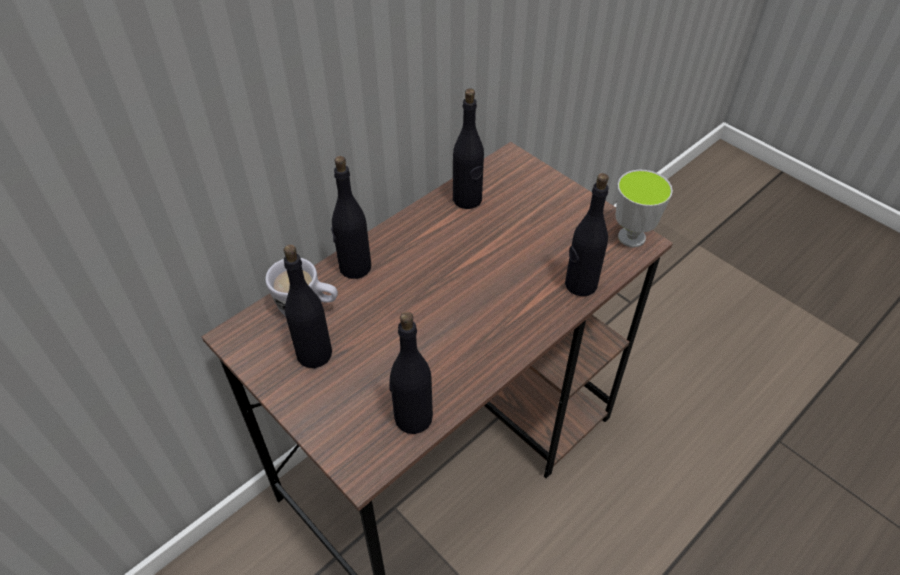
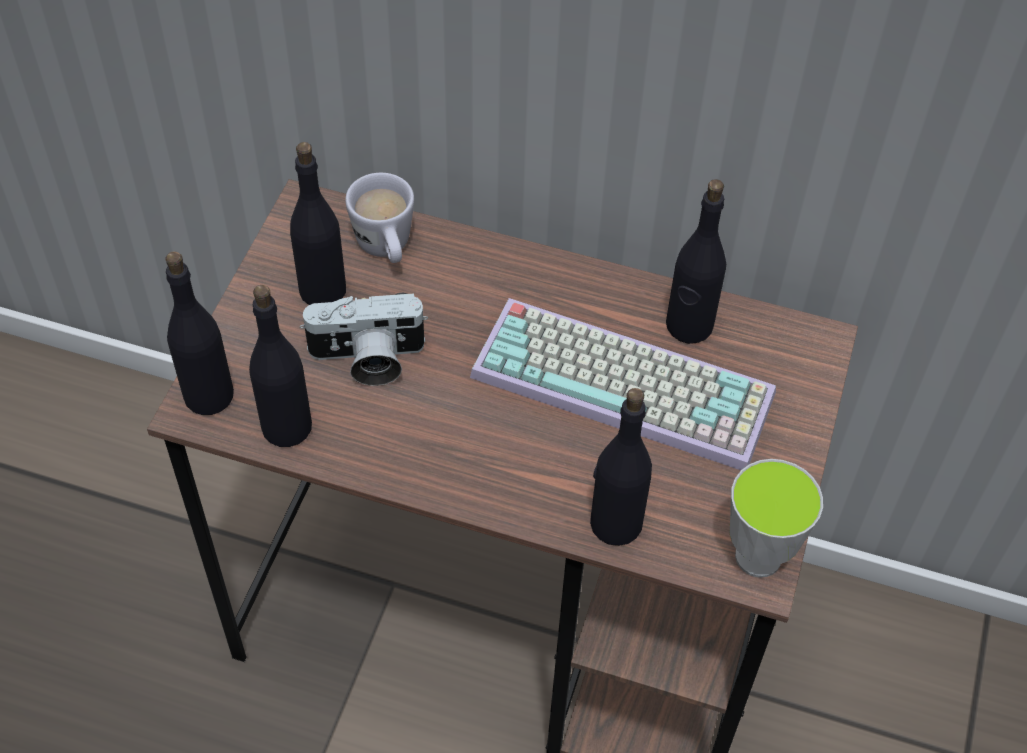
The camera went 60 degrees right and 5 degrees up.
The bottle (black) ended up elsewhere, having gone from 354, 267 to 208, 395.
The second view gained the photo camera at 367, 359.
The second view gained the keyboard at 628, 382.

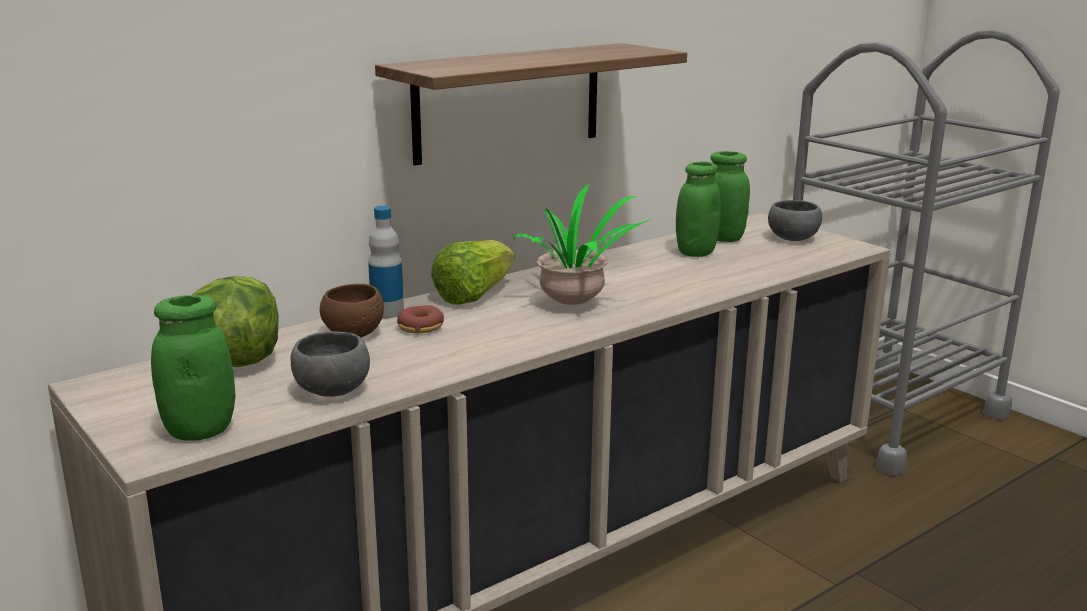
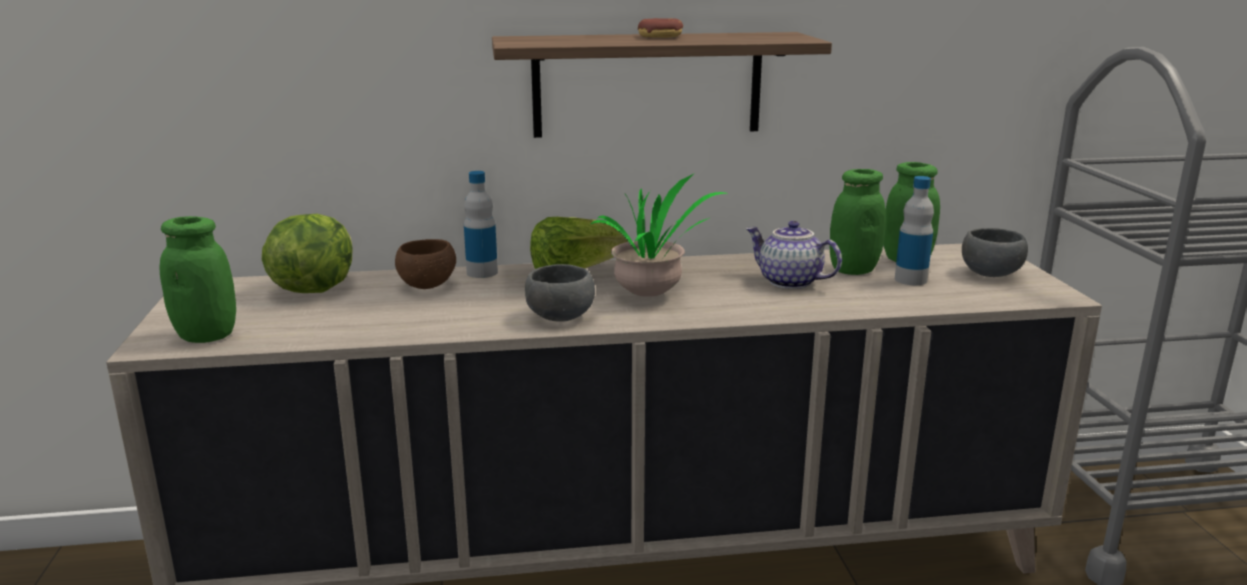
The camera went 30 degrees right and 0 degrees up.
The bowl (grey) ended up elsewhere, having gone from 330, 390 to 559, 316.
The donut ended up elsewhere, having gone from 421, 327 to 660, 36.
The second view gained the teapot at 788, 282.
The second view gained the bottle at 910, 280.

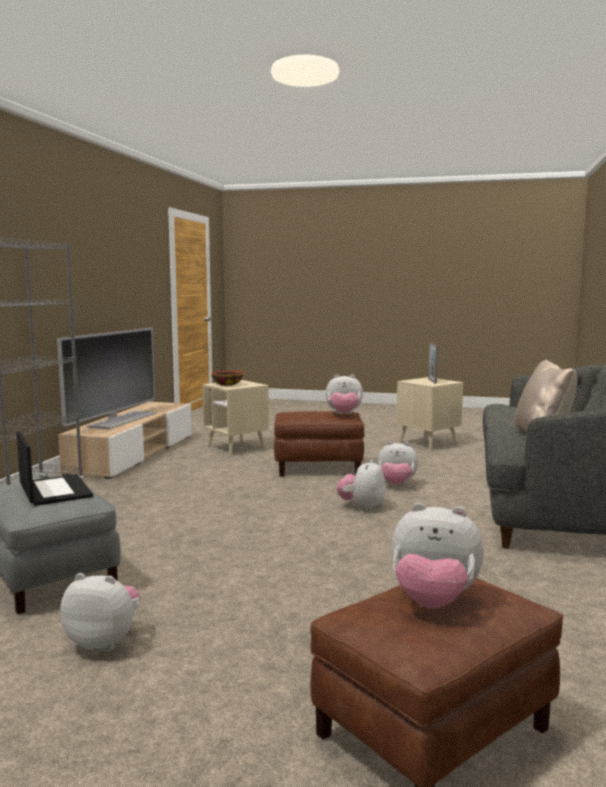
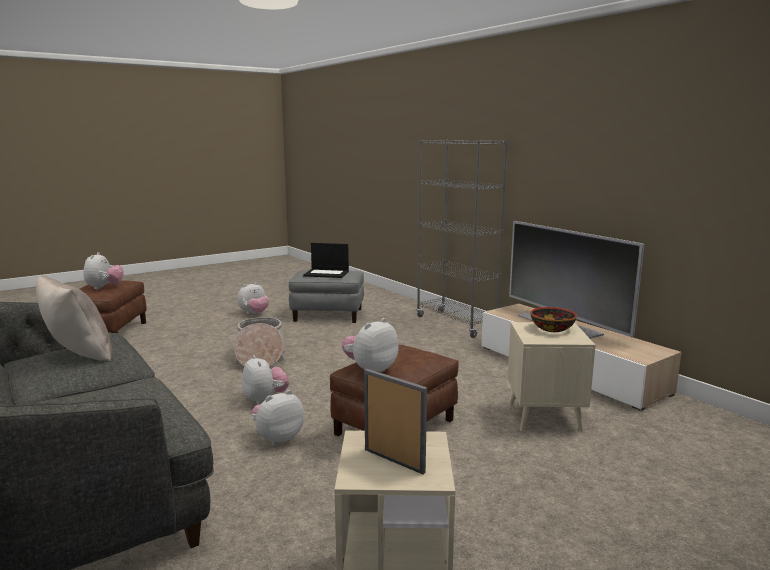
The camera went 130 degrees right and 5 degrees up.
The plush toy at 433, 602 ended up facing another way, 120 degrees clockwise from before.
The second view gained the basket at 260, 357.

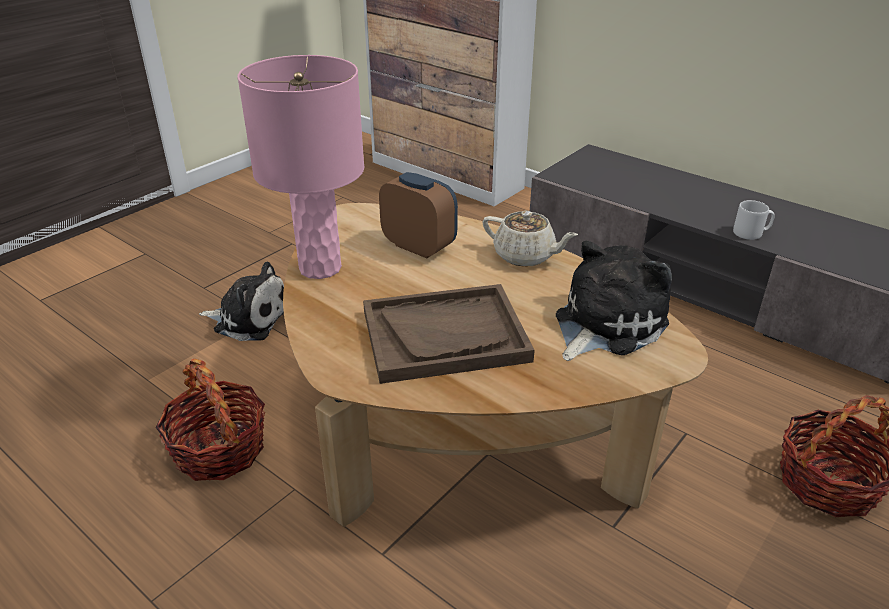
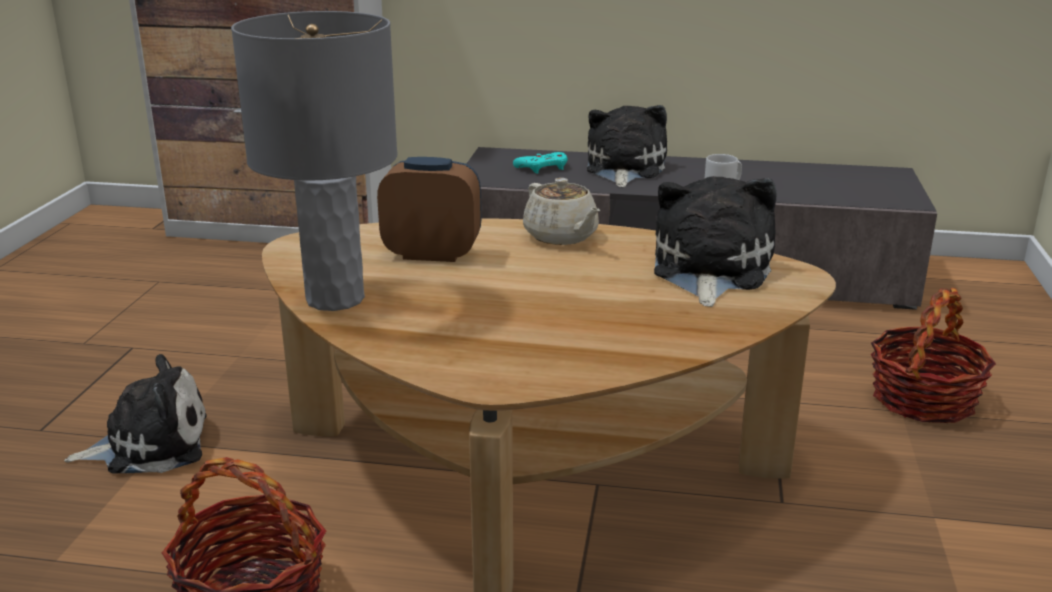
The camera went 30 degrees left and 10 degrees down.
What was the table lamp (pink) at 321, 268 turned into the table lamp (grey) at 336, 298.
The second view gained the game controller (turquoise) at 543, 167.
The teapot (beige) at 525, 256 ended up facing another way, 60 degrees clockwise from before.
The second view gained the plush toy at 623, 169.
The second view lost the tray (brown) at 445, 335.

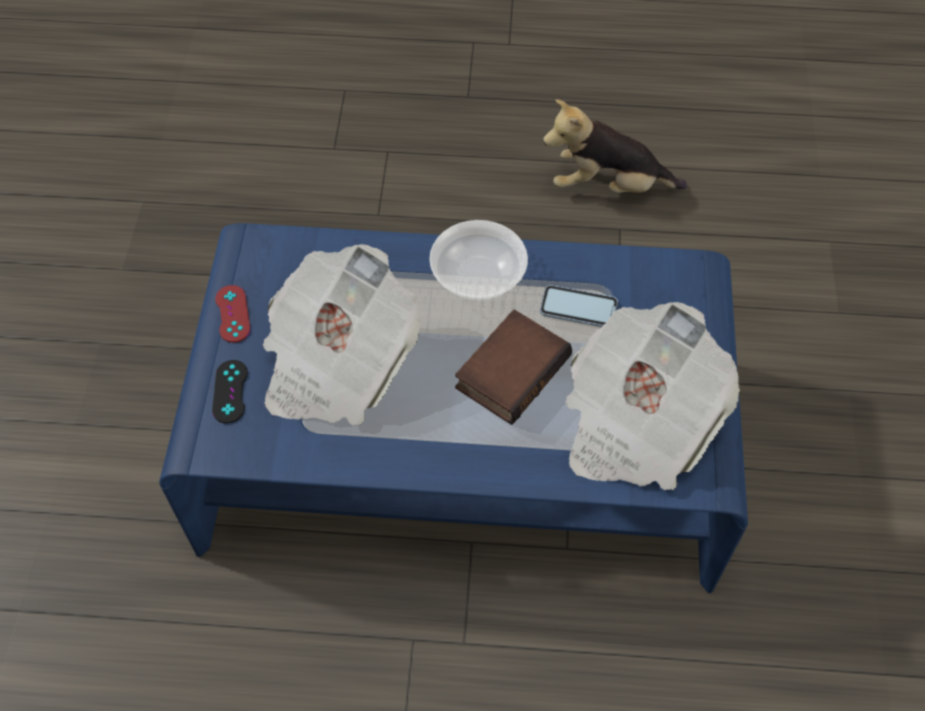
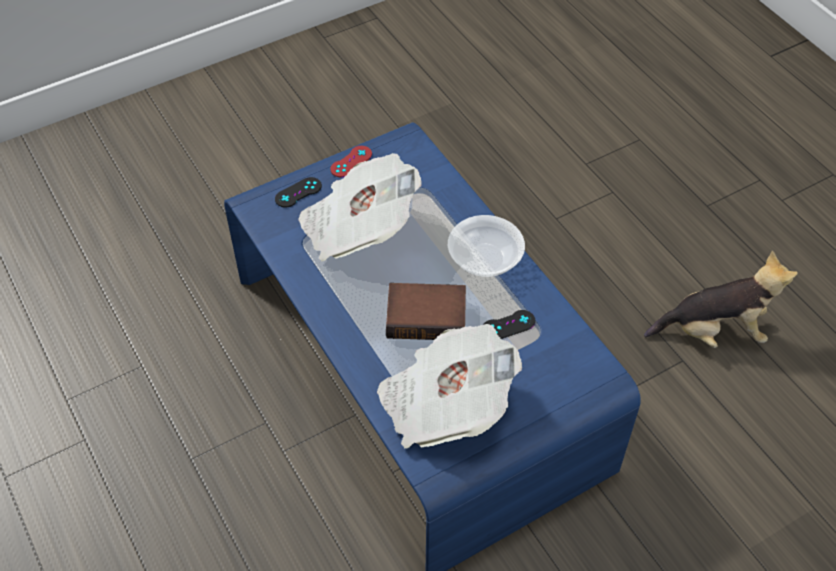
The camera went 55 degrees right and 5 degrees down.
Where the phone stood at 578, 308, the game controller (black) came to stand at 508, 325.
The plush toy at 608, 186 ended up facing another way, 120 degrees clockwise from before.

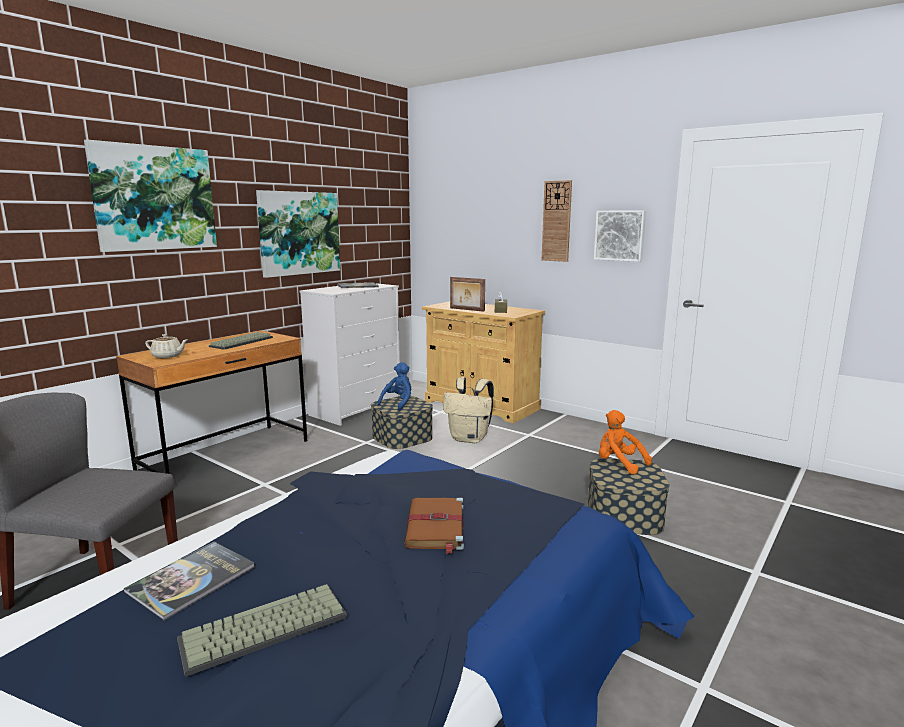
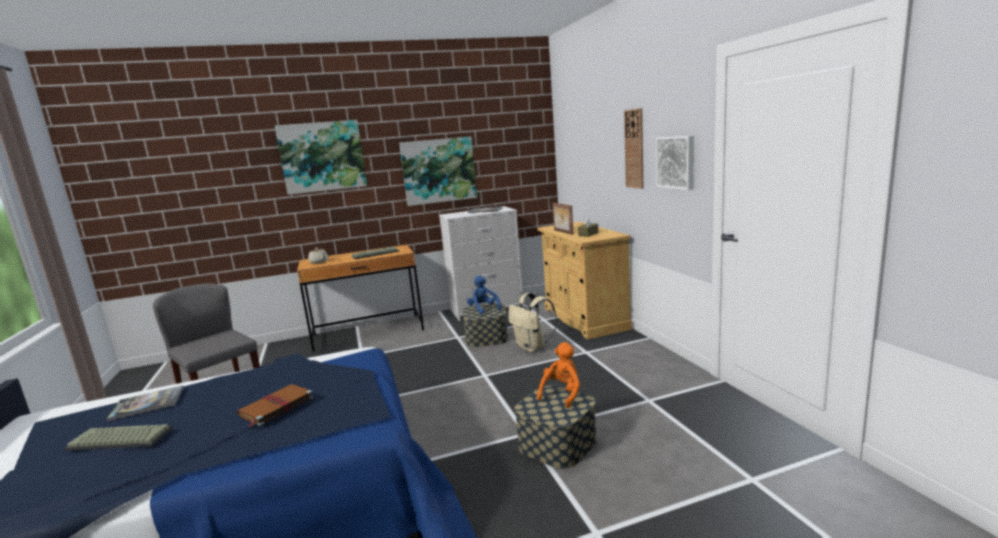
The camera went 35 degrees right and 0 degrees up.
The plush toy (blue) at 398, 403 ended up facing another way, 90 degrees counterclockwise from before.
The plush toy (orange) at 619, 464 ended up facing another way, 45 degrees clockwise from before.

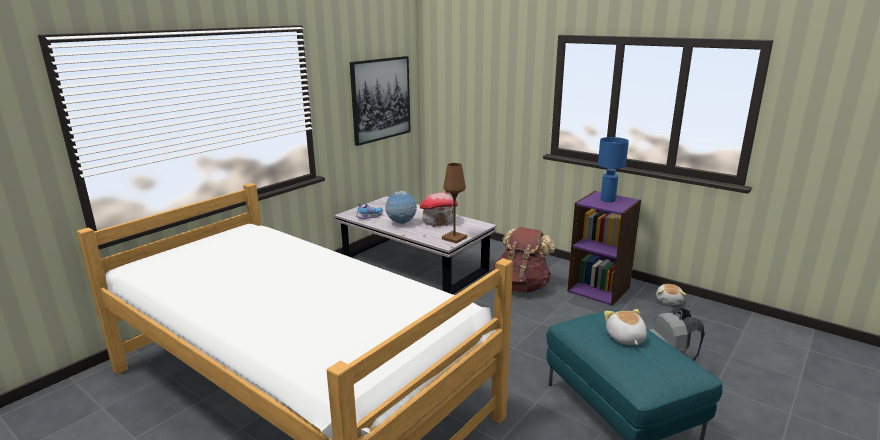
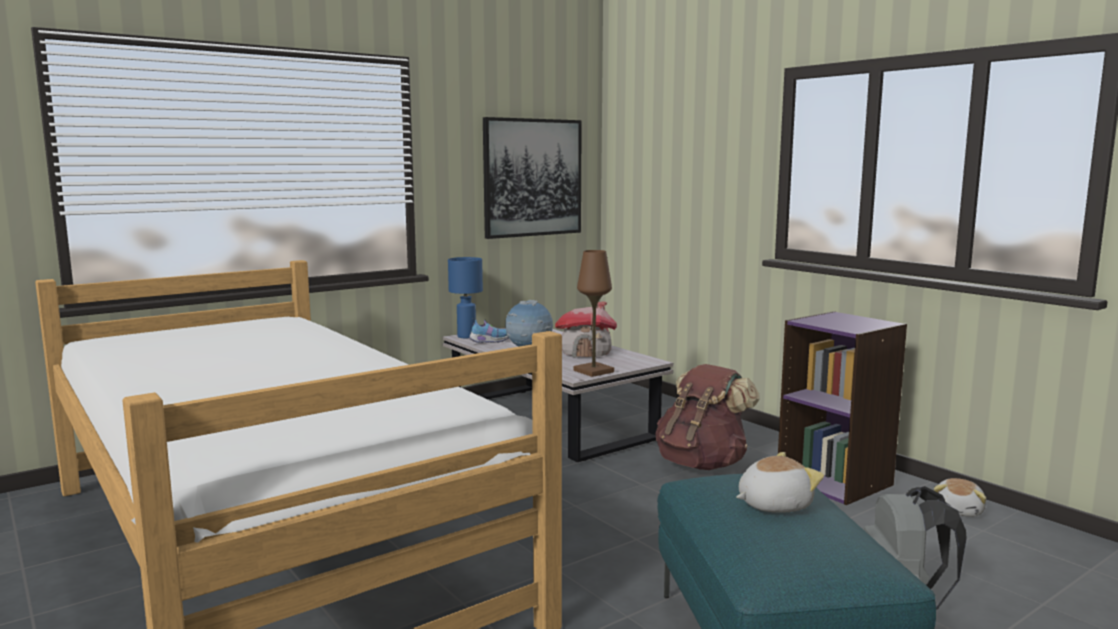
The camera went 15 degrees right and 10 degrees down.
The table lamp (blue) ended up elsewhere, having gone from 607, 200 to 466, 336.
The plush toy at 625, 338 ended up facing another way, 60 degrees clockwise from before.

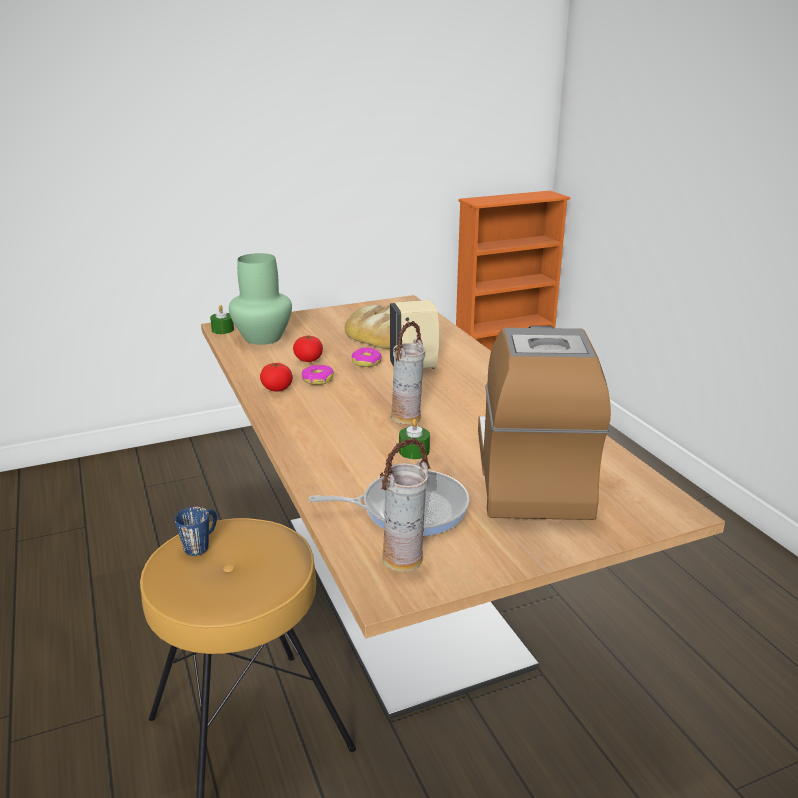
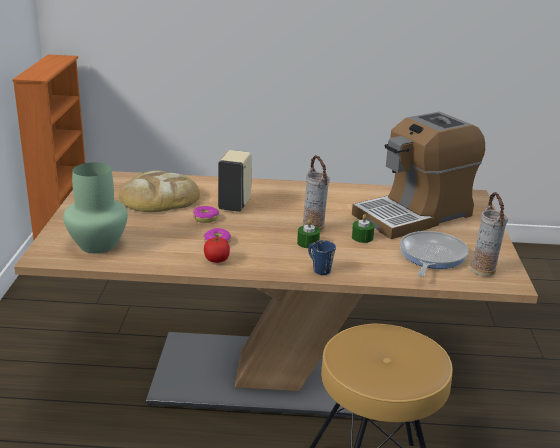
The camera went 65 degrees left and 0 degrees up.
The candle (green) ended up elsewhere, having gone from 223, 330 to 308, 243.
The mug (blue) ended up elsewhere, having gone from 201, 544 to 318, 268.
The coffee machine at 531, 474 ended up facing another way, 60 degrees counterclockwise from before.
The second view lost the tomato at 308, 359.

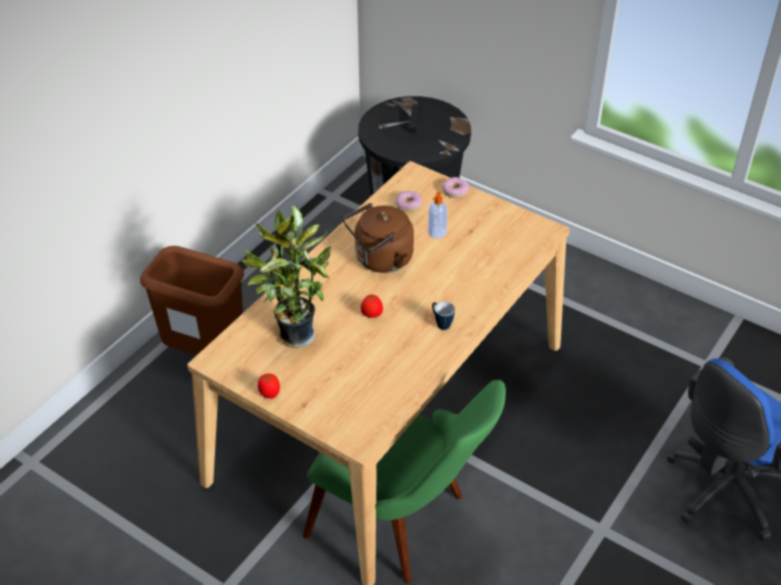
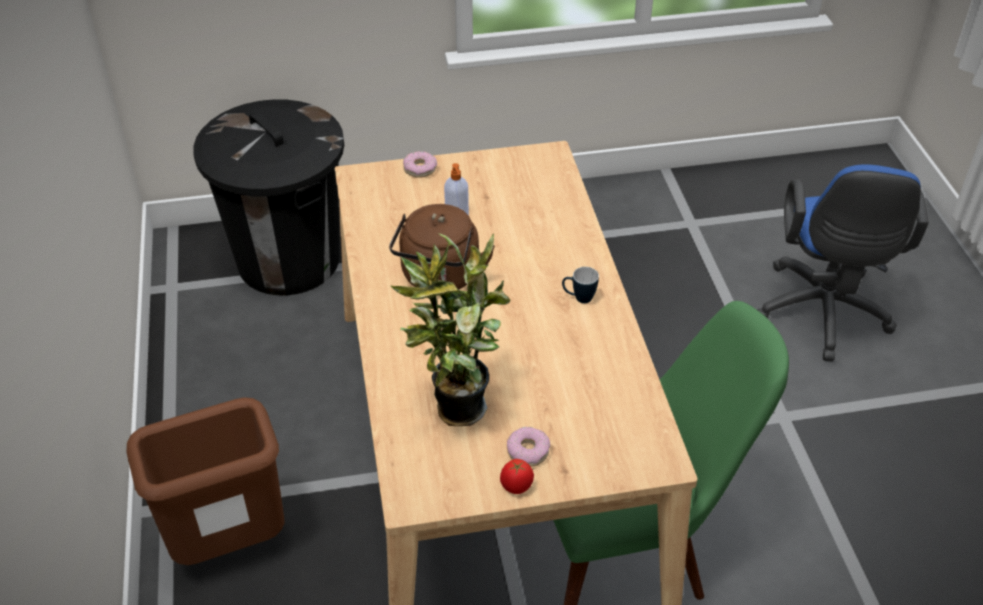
The camera went 45 degrees left and 0 degrees up.
The donut ended up elsewhere, having gone from 408, 205 to 528, 451.
The second view lost the tomato at 371, 315.

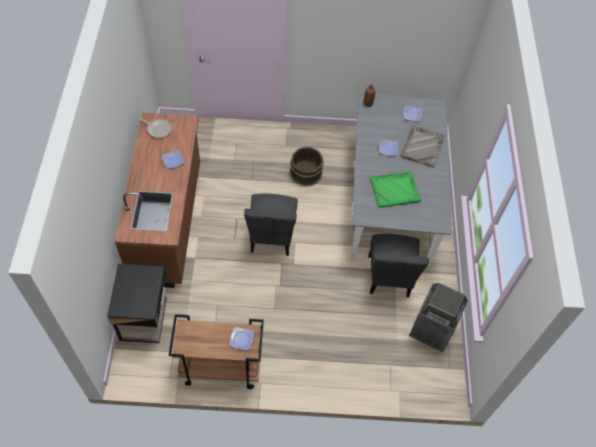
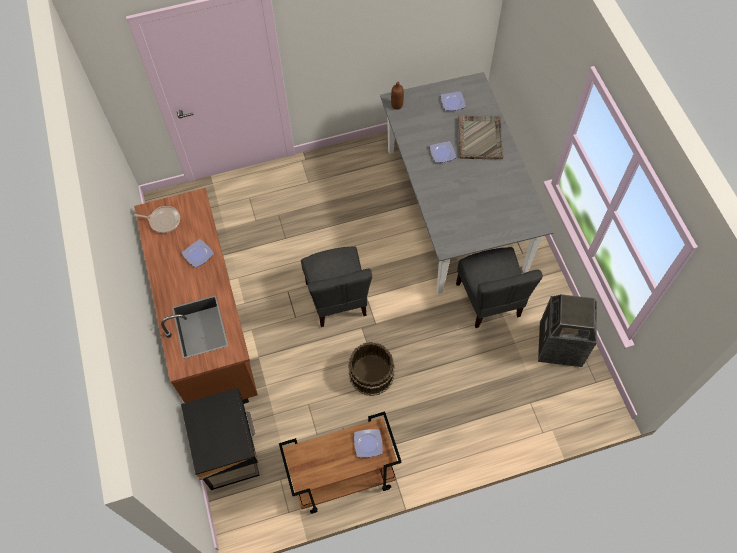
The camera went 15 degrees left and 5 degrees up.
The bucket (brown) ended up elsewhere, having gone from 305, 172 to 370, 373.
The second view lost the tray (green) at 395, 190.

